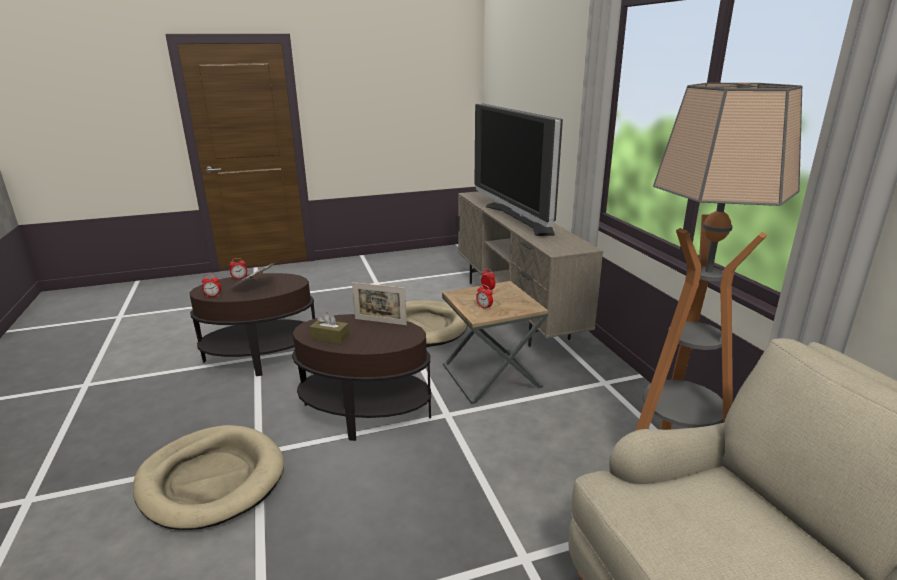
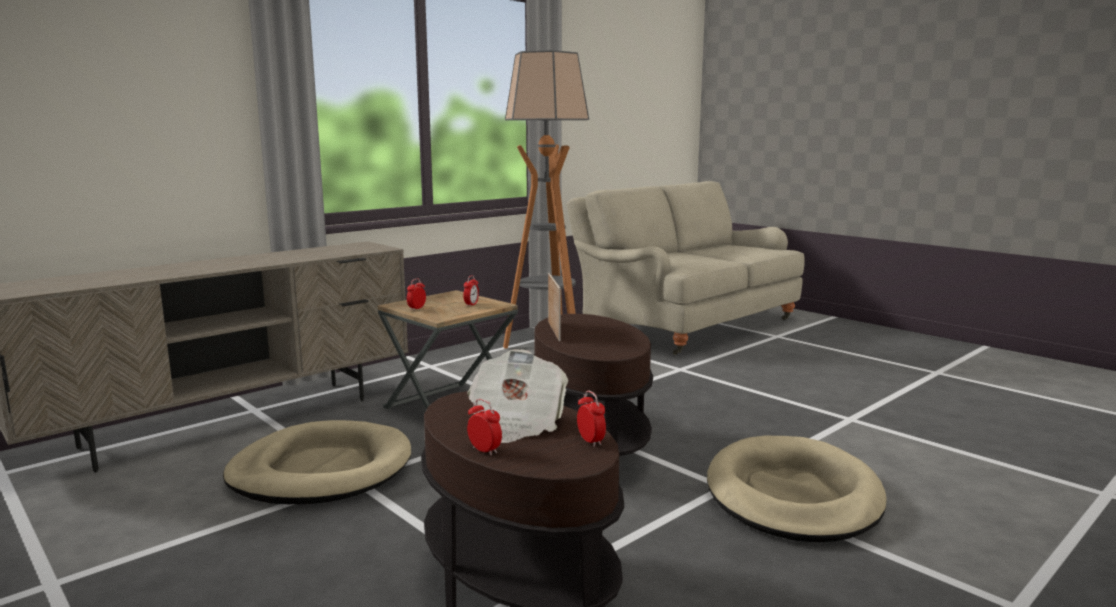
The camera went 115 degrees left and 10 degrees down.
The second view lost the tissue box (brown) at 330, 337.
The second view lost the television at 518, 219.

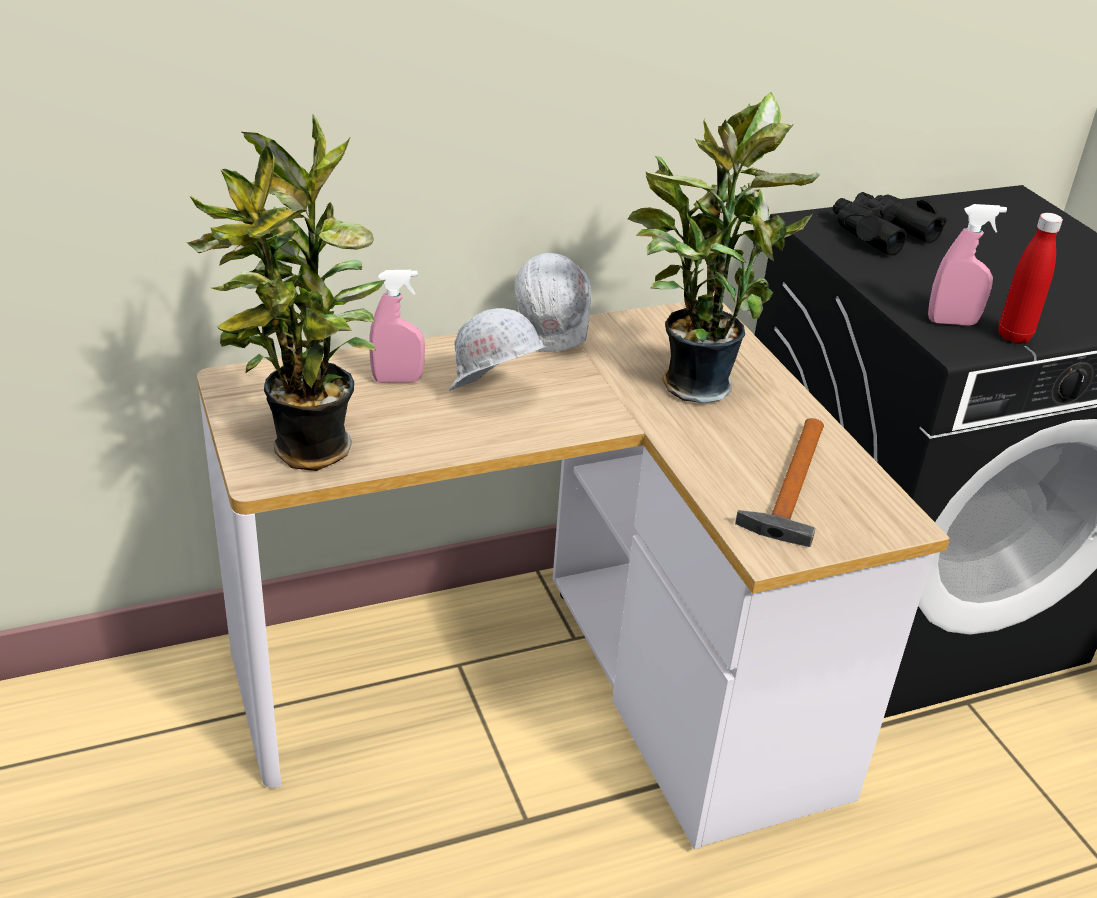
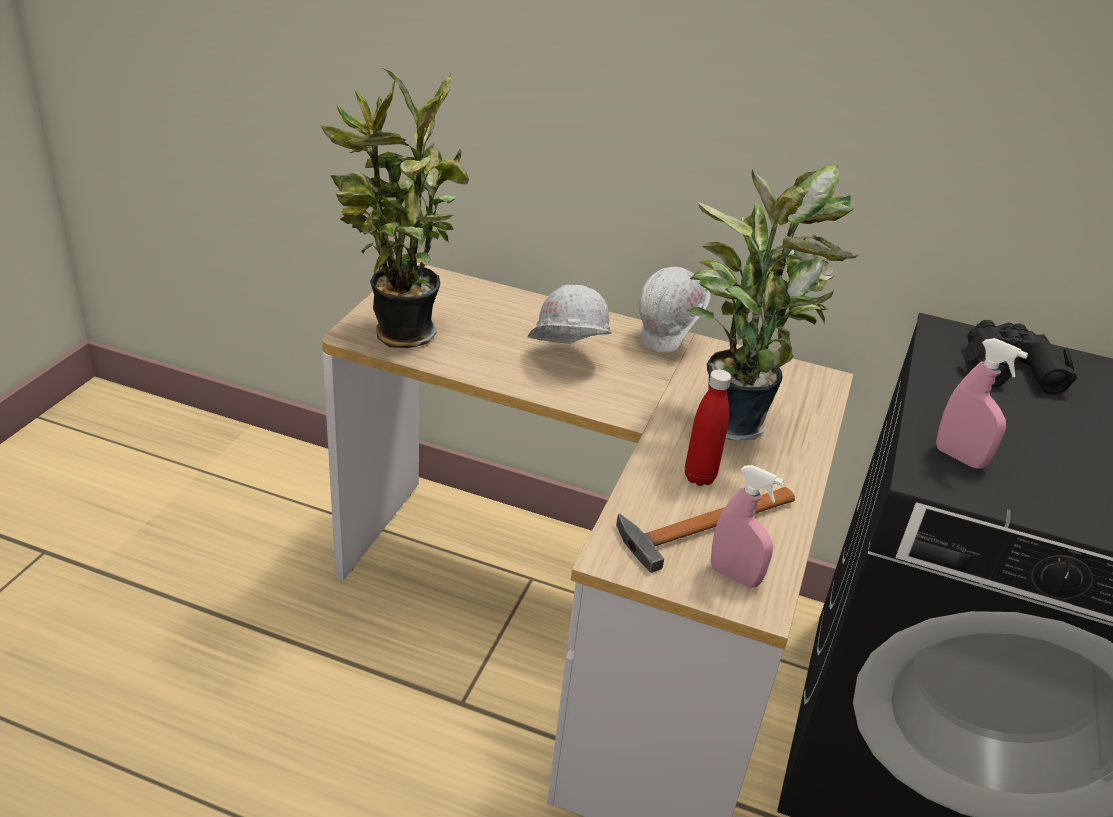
The camera went 40 degrees right and 0 degrees up.
The bottle (red) ended up elsewhere, having gone from 1014, 336 to 699, 477.
The spray bottle (pink) ended up elsewhere, having gone from 397, 380 to 734, 576.

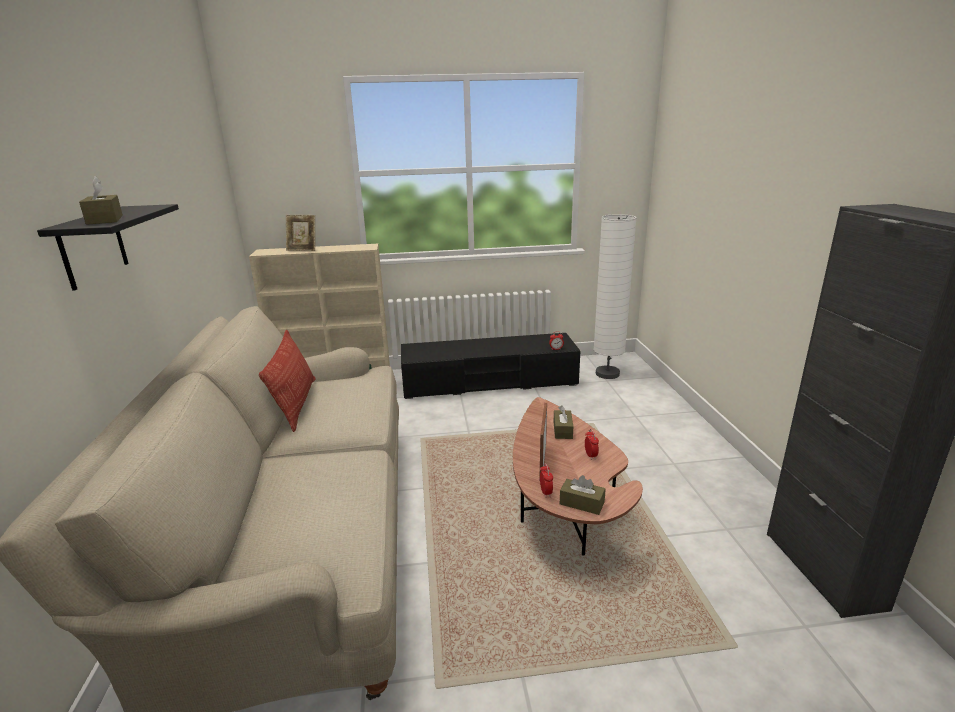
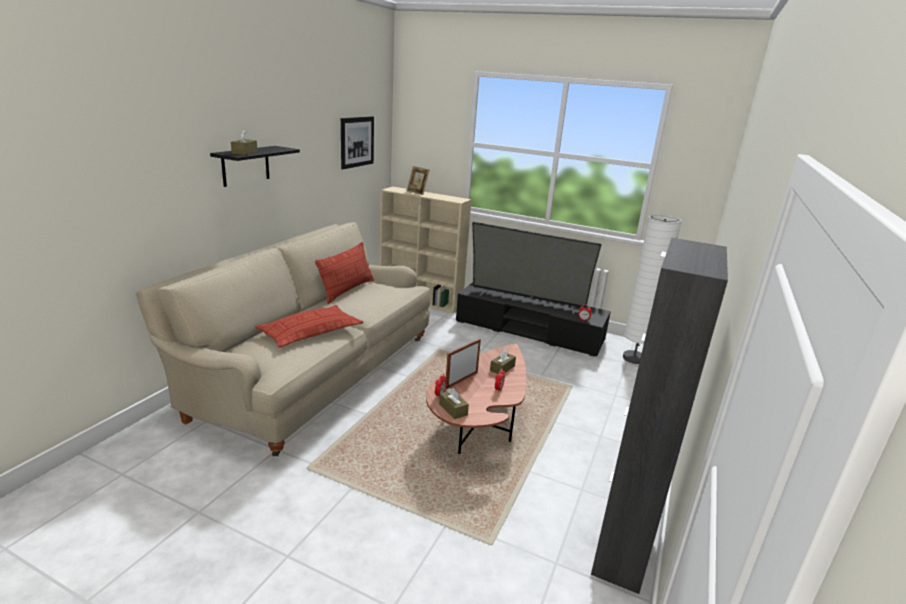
The camera went 30 degrees right and 0 degrees up.
The second view gained the pillow at 310, 332.
The second view gained the picture at 357, 142.
The second view gained the television at 527, 300.

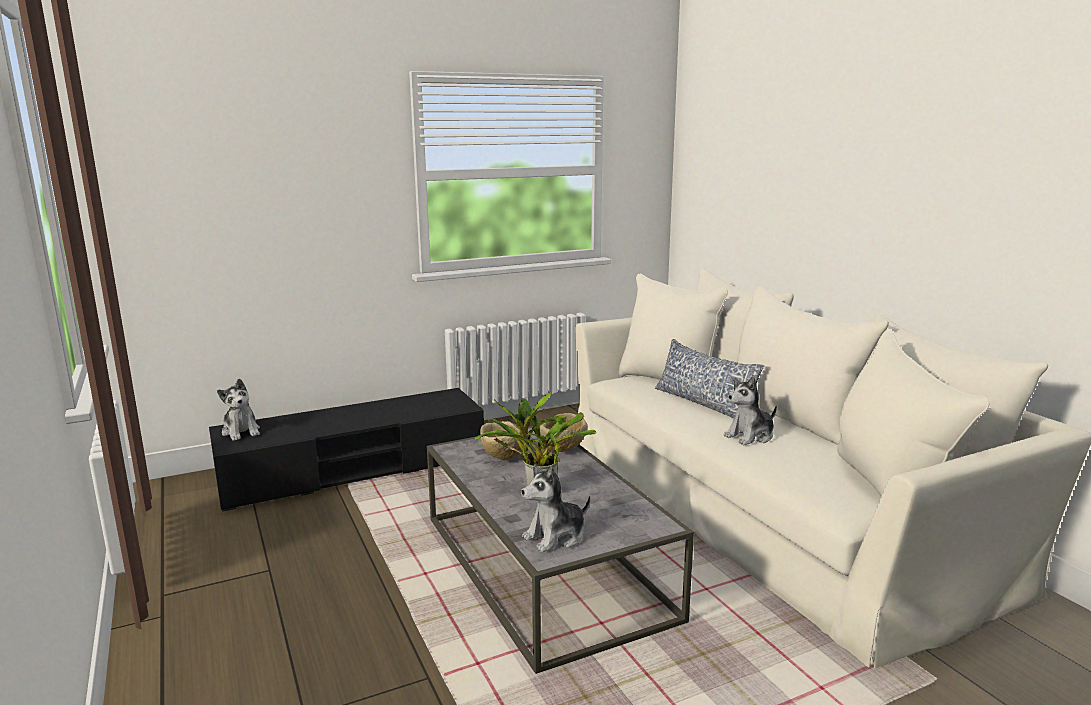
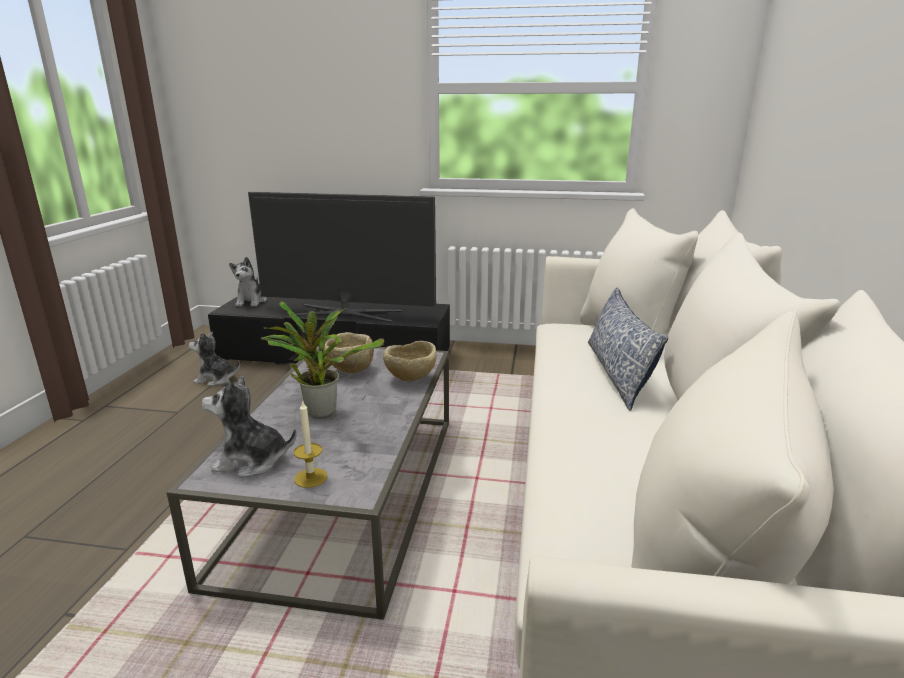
The camera went 35 degrees right and 5 degrees up.
The plush toy ended up elsewhere, having gone from 750, 436 to 216, 379.
The second view gained the television at 347, 313.
The second view gained the candle at 310, 478.

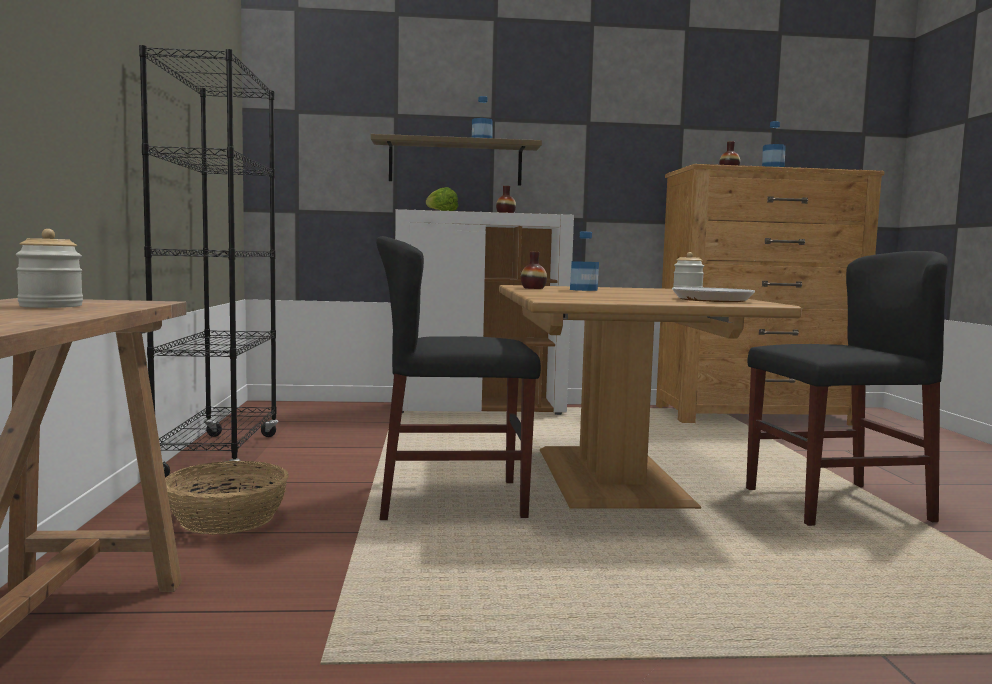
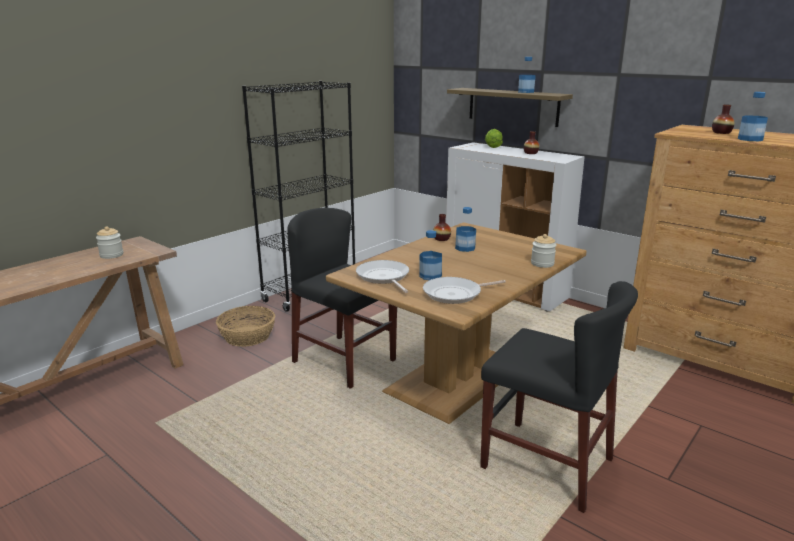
The camera went 45 degrees right and 15 degrees up.
The second view gained the frying pan at 383, 277.
The second view gained the bottle at 430, 276.

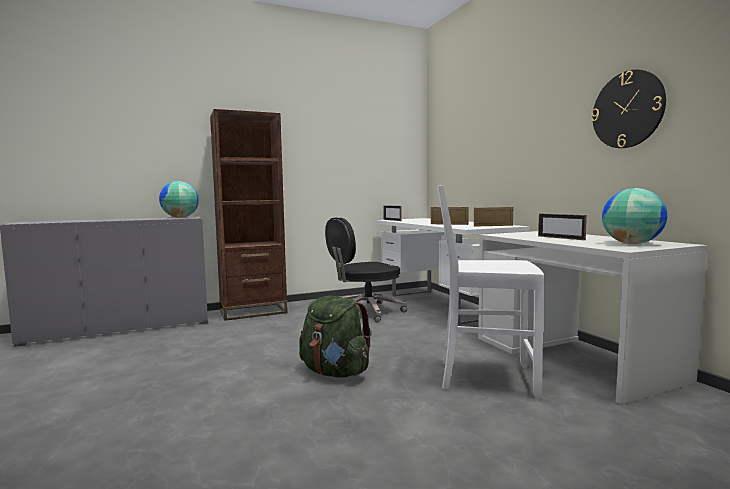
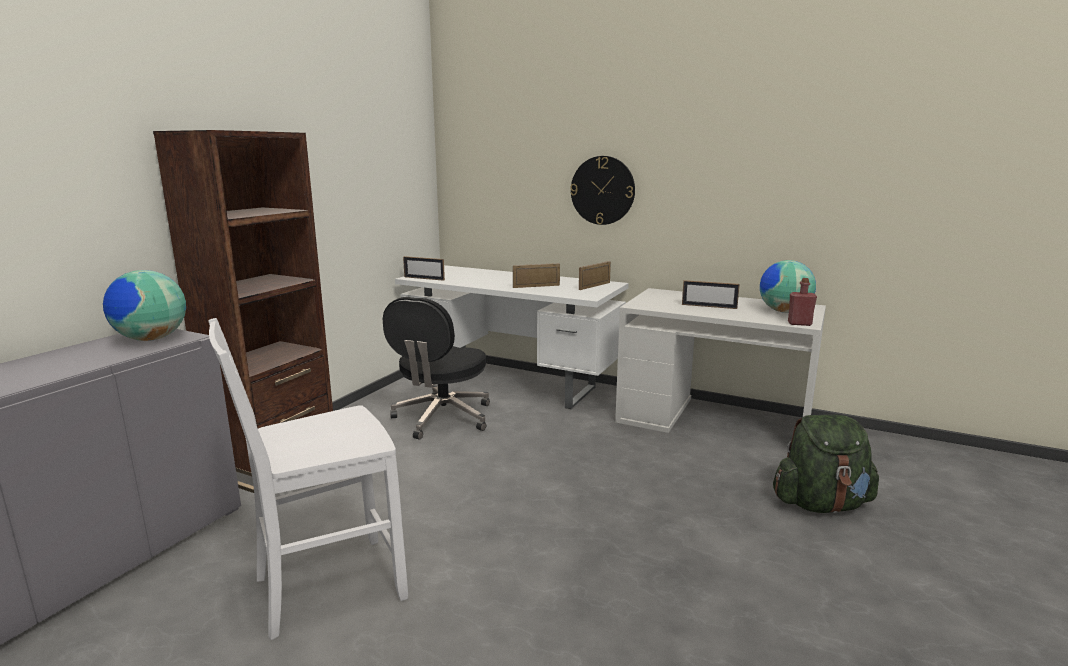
The camera went 40 degrees left and 10 degrees up.
The chair (white) ended up elsewhere, having gone from 484, 377 to 326, 587.
The wall clock ended up elsewhere, having gone from 627, 109 to 602, 190.
The backpack (green) ended up elsewhere, having gone from 335, 372 to 821, 504.
The second view gained the bottle (red) at 799, 323.

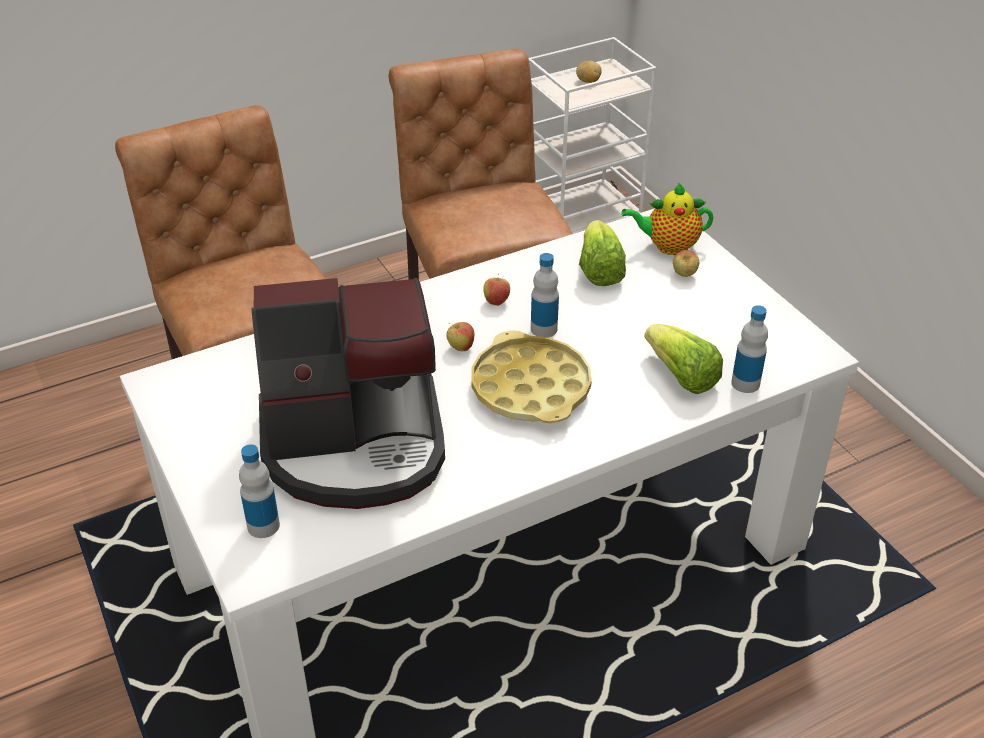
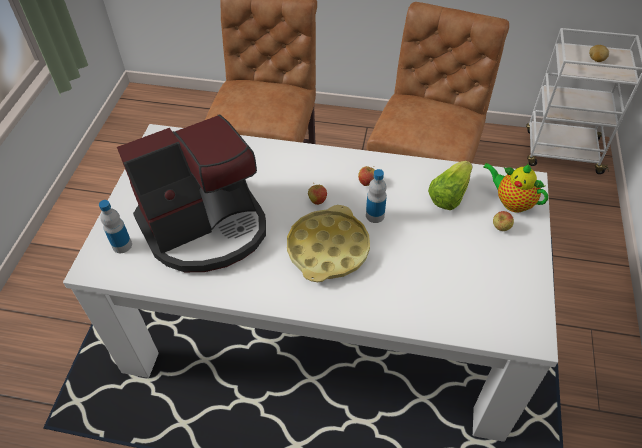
The camera went 40 degrees right and 10 degrees up.
The coffee machine at 355, 446 ended up facing another way, 60 degrees counterclockwise from before.
The second view lost the lettuce at 681, 376.
The second view lost the bottle at 745, 383.

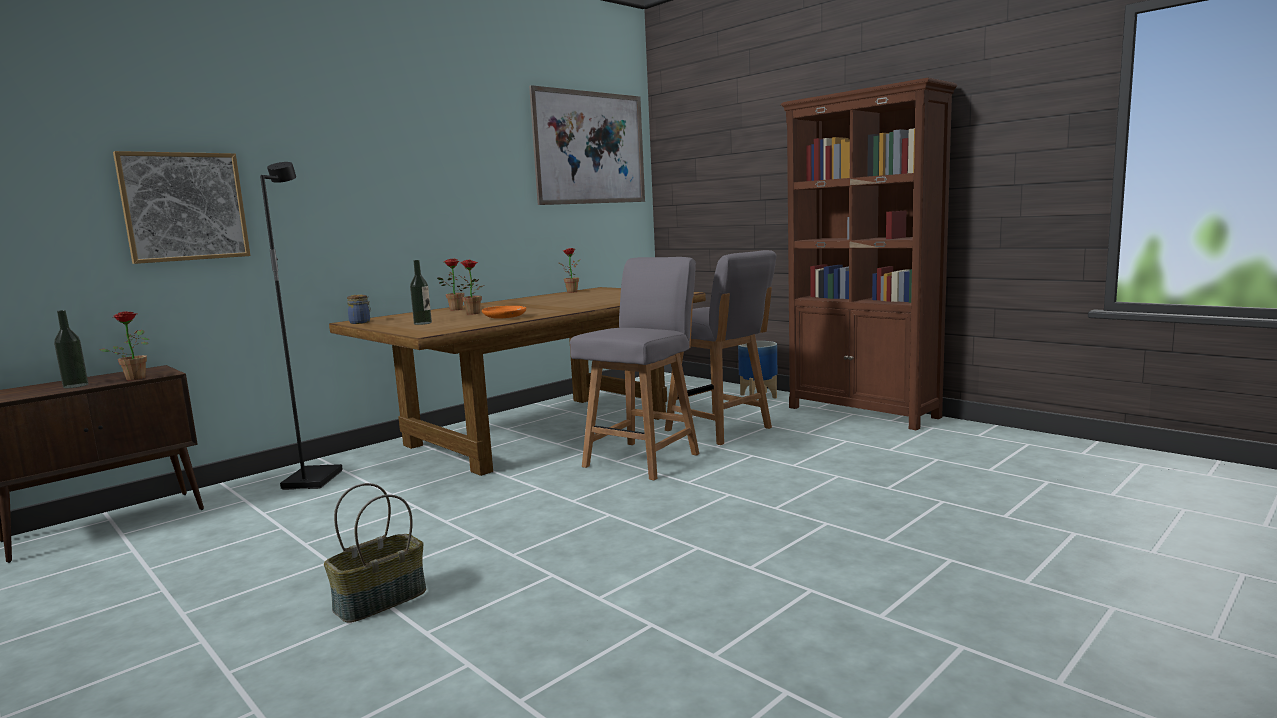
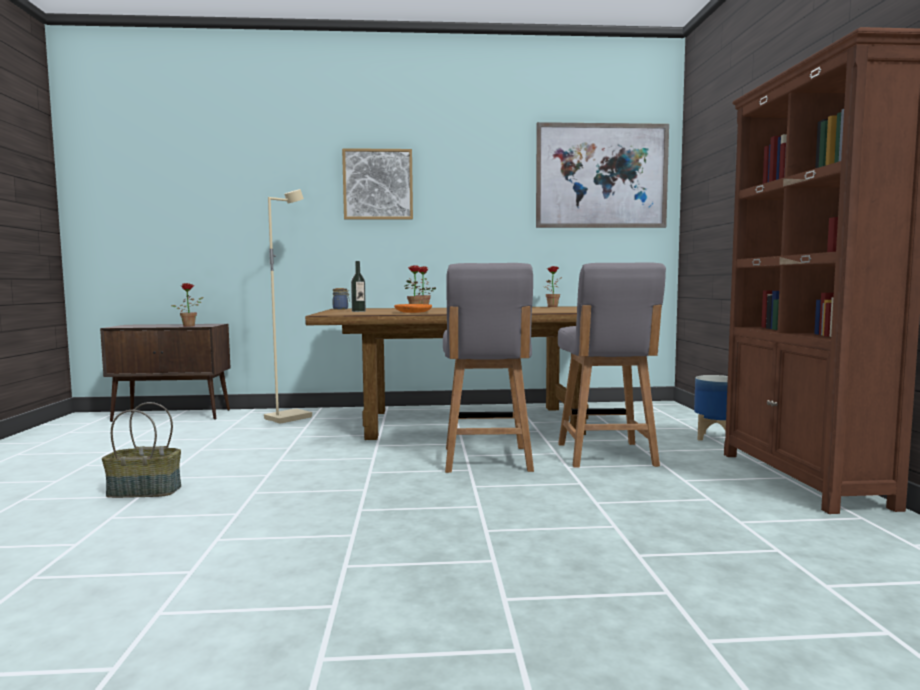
The camera went 40 degrees right and 5 degrees down.
What was the floor lamp (black) at 311, 480 turned into the floor lamp (beige) at 288, 418.
The picture ended up elsewhere, having gone from 184, 207 to 378, 184.
The chair (grey) at 643, 459 ended up facing another way, 105 degrees clockwise from before.
The second view lost the bottle at 76, 386.

